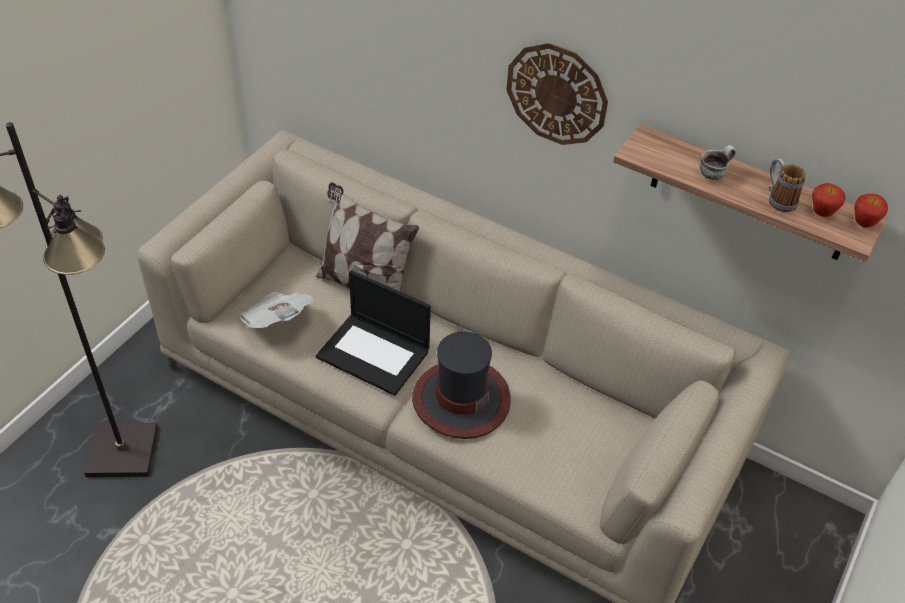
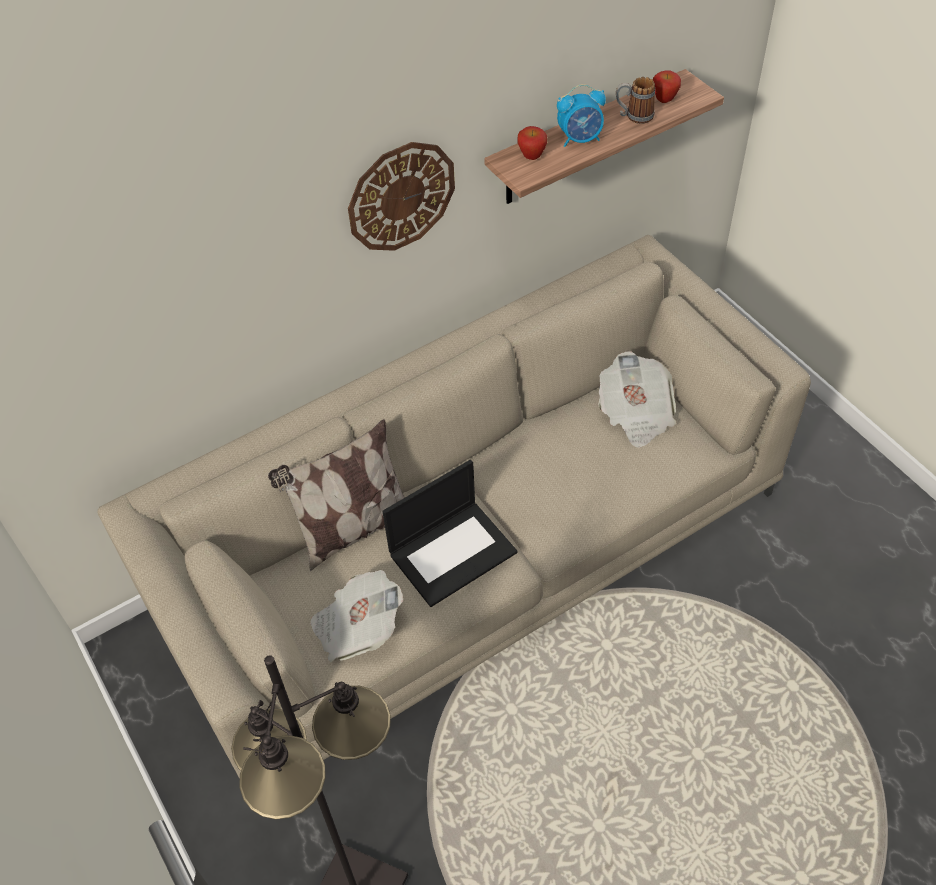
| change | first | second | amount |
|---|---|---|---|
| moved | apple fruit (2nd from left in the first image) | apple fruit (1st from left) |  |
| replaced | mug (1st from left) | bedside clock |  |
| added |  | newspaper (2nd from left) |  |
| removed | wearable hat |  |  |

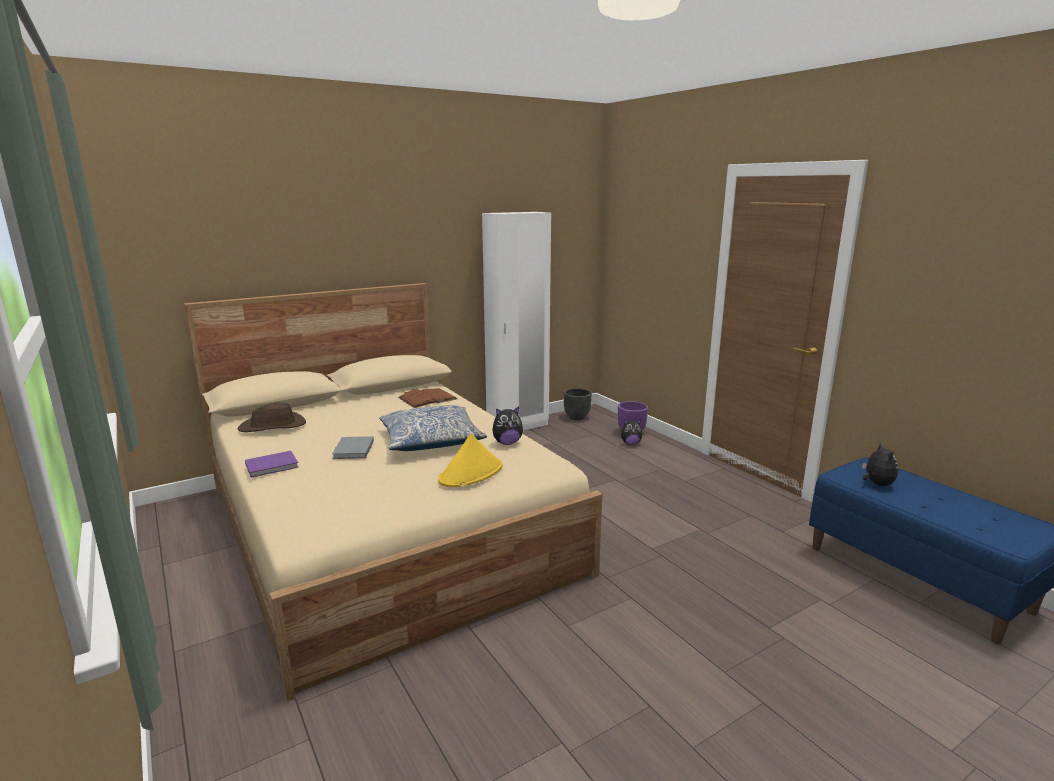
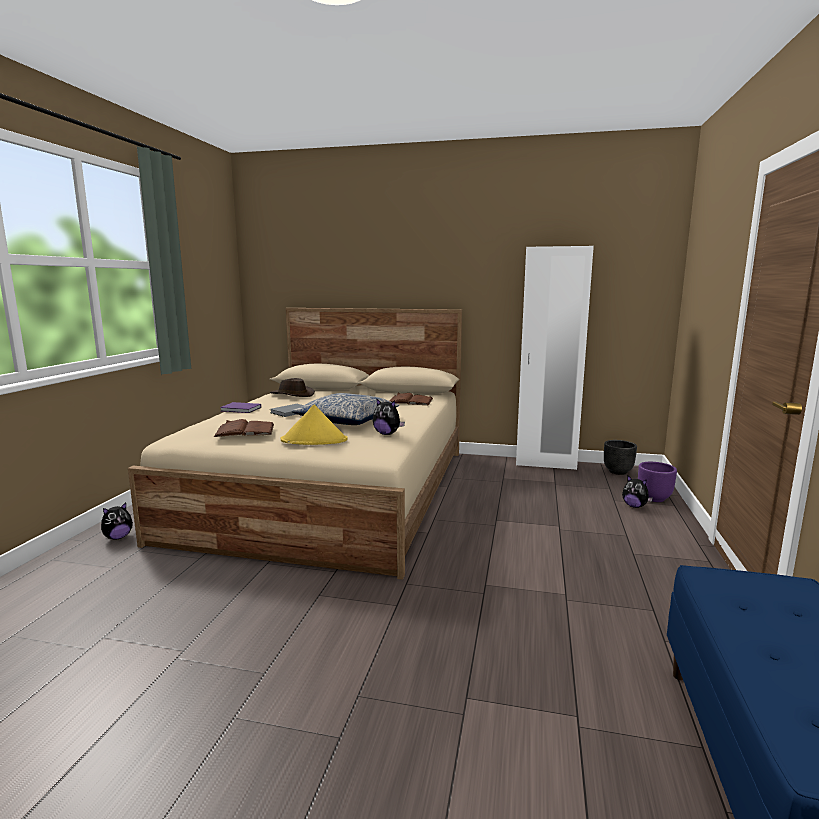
| change | first | second | amount |
|---|---|---|---|
| moved | cuddly toy (3rd from left in the first image) | cuddly toy (1st from left) |  |
| added |  | volume (brownish) (1st from left) |  |

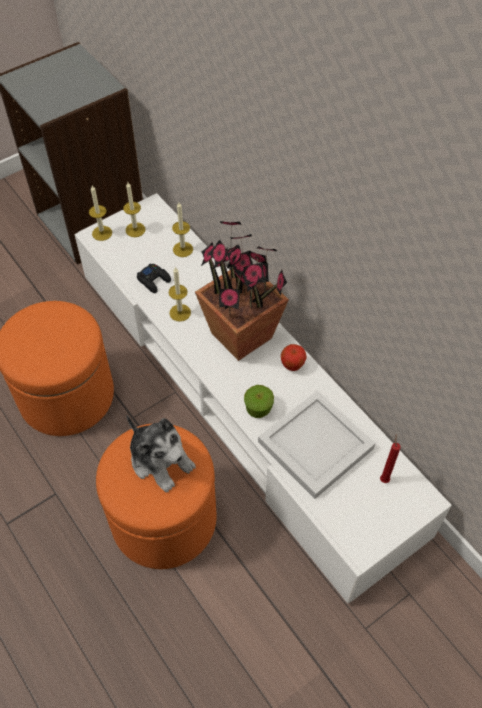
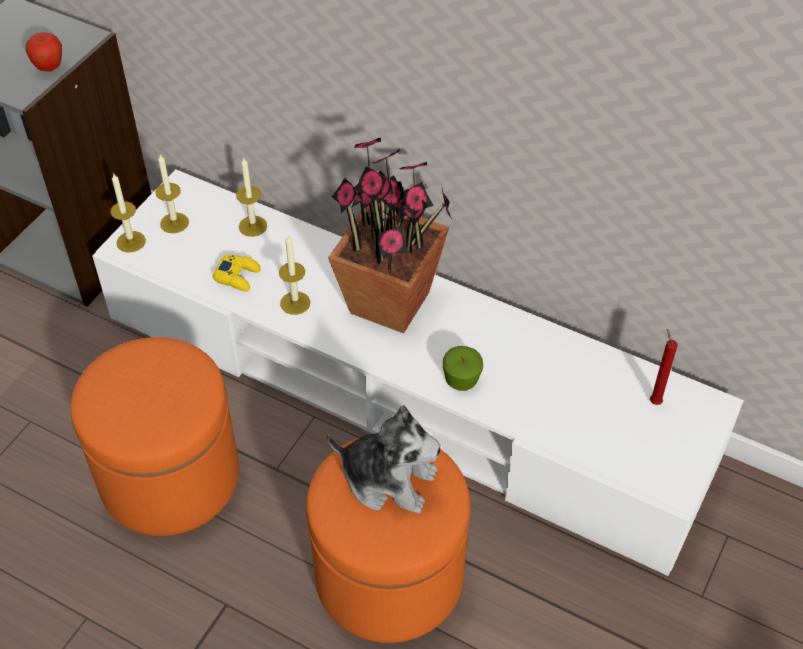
| change | first | second | amount |
|---|---|---|---|
| moved | apple fruit (2nd from left in the first image) | apple fruit (1st from left) |  |
| recoloured | game controller (black-coloured) | game controller (yellow) |  |
| removed | serving tray (white) |  |  |

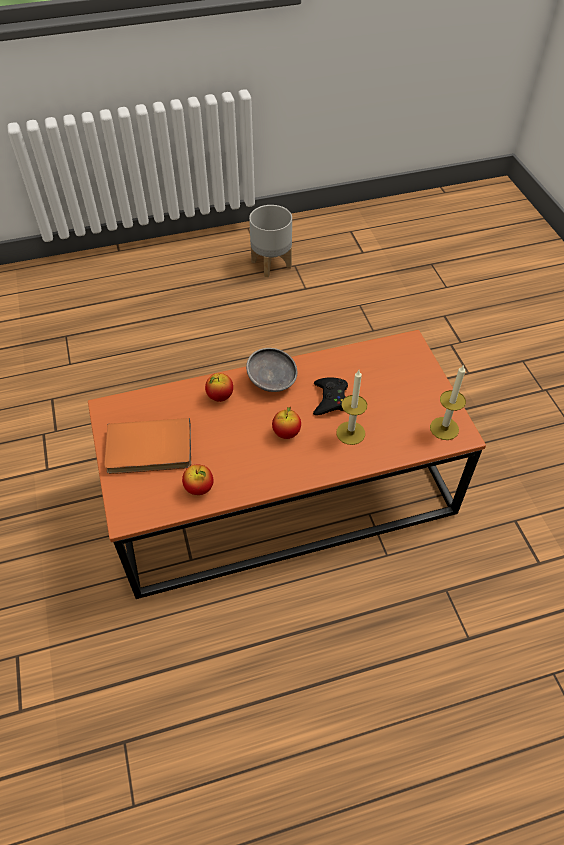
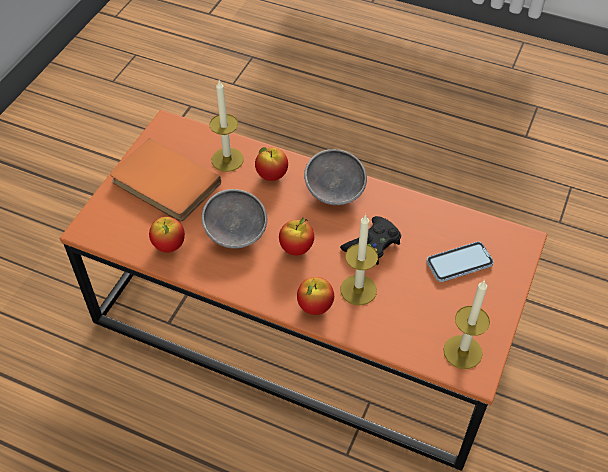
| change | first | second | amount |
|---|---|---|---|
| added |  | deep dish (grey) (1st from left) |  |
| added |  | wax candle (1st from left) |  |
| added |  | apple fruit (4th from left) |  |
| added |  | telephone |  |
| removed | planter (grey) |  |  |

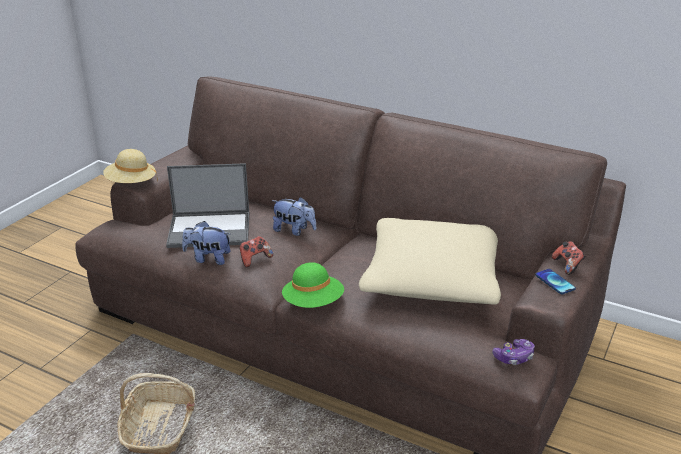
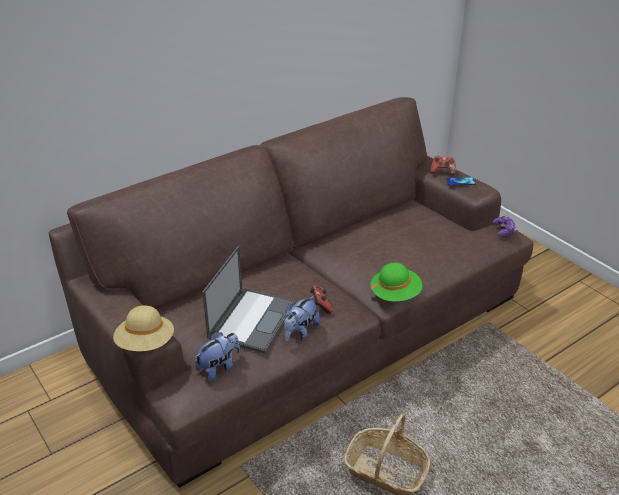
| change | first | second | amount |
|---|---|---|---|
| moved | cuddly toy (2nd from left in the first image) | cuddly toy (1st from left) |  |
| removed | cushion (beige) |  |  |

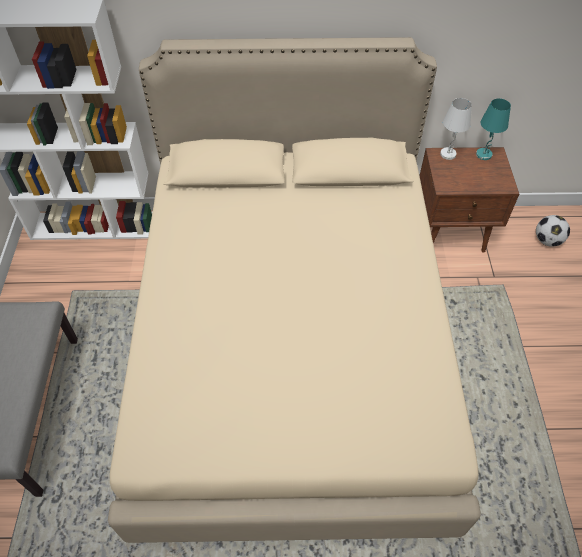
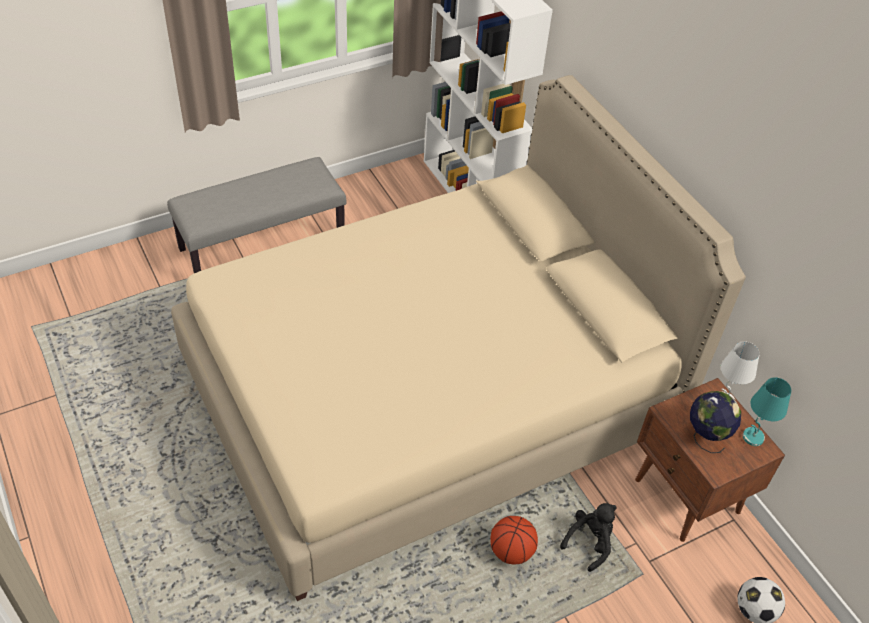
| change | first | second | amount |
|---|---|---|---|
| added |  | basketball |  |
| added |  | cuddly toy (black-coloured) |  |
| added |  | world globe |  |

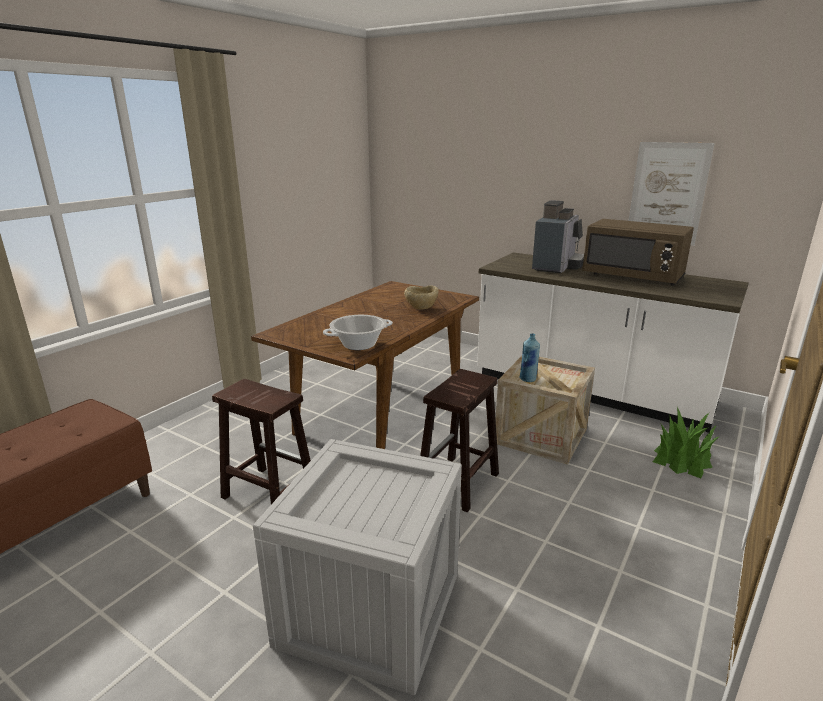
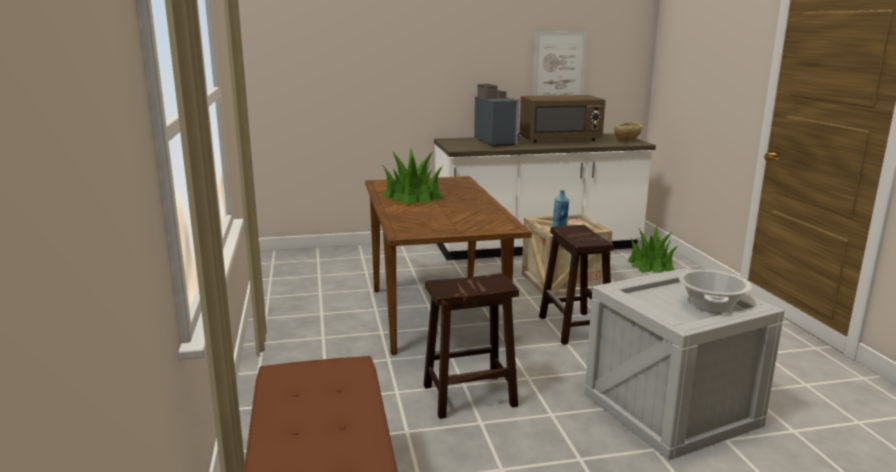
| change | first | second | amount |
|---|---|---|---|
| added |  | potted plant (1st from left) |  |
| moved | deep dish (beige) |  |  |
| moved | saucepot |  |  |

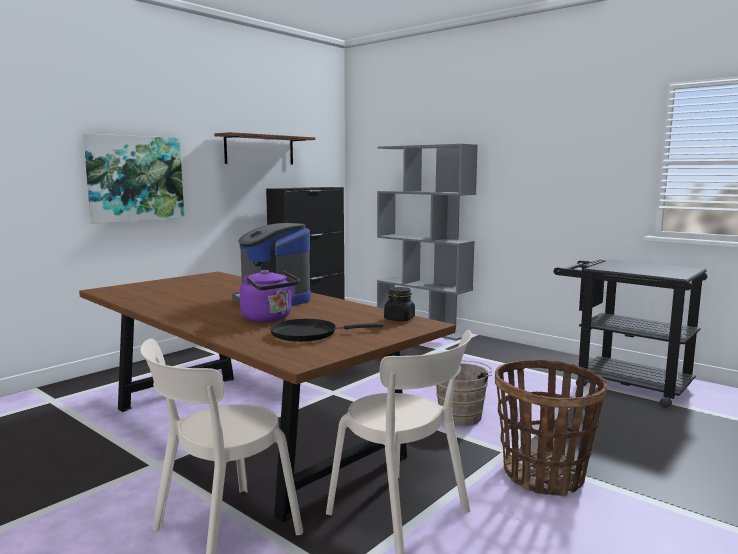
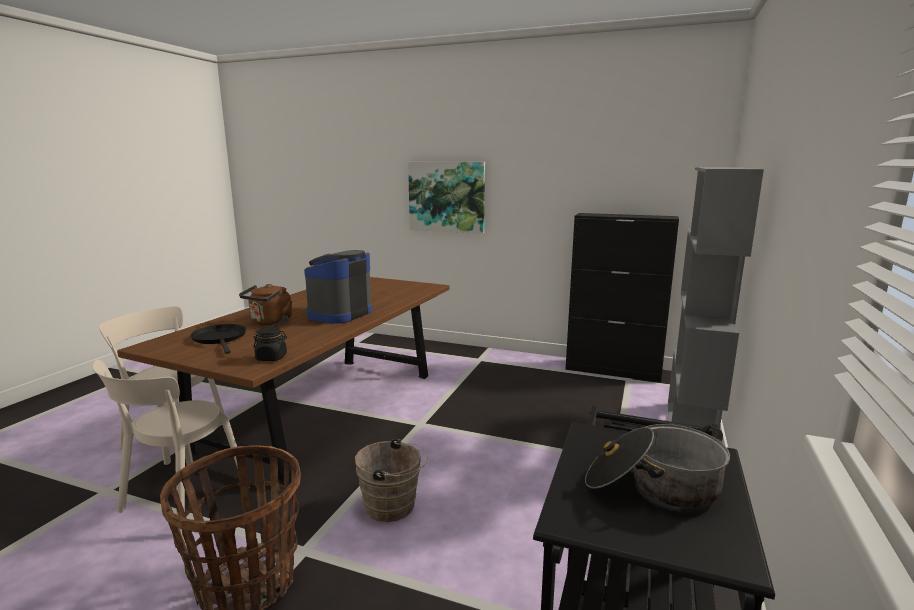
| change | first | second | amount |
|---|---|---|---|
| recoloured | water kettle (purplish) | water kettle (brownish) |  |
| added |  | saucepot |  |
| removed | bracket shelf (brownish) |  |  |

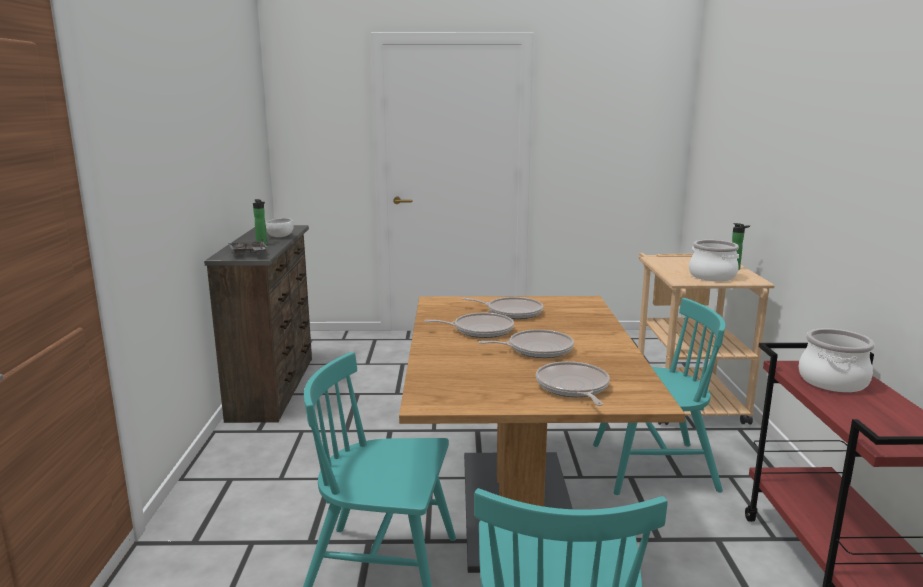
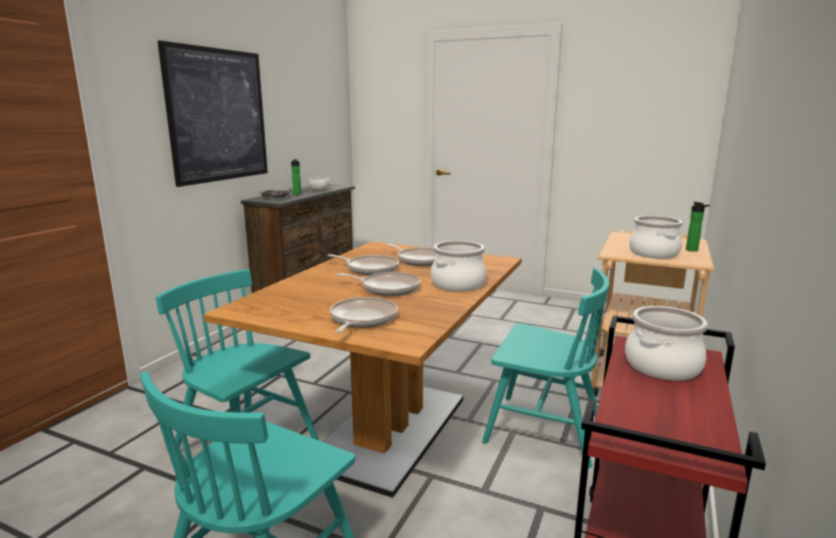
| change | first | second | amount |
|---|---|---|---|
| added |  | wall art |  |
| added |  | saucepot (1st from left) |  |

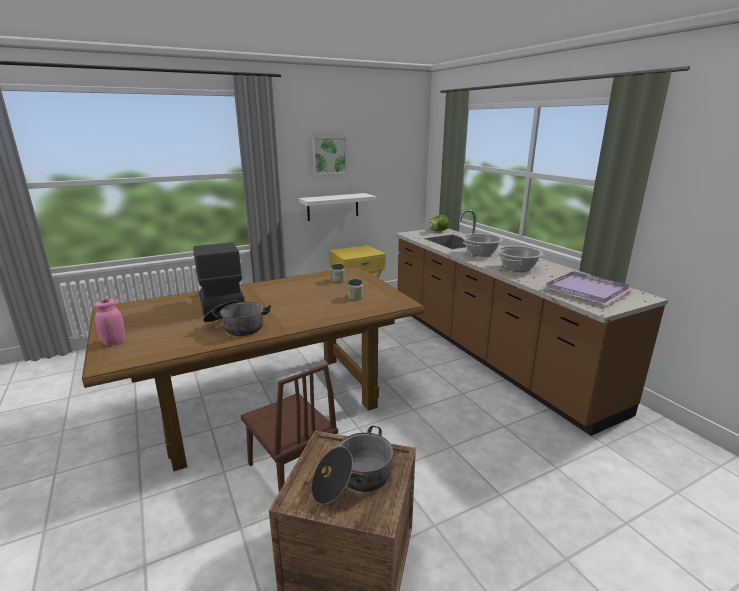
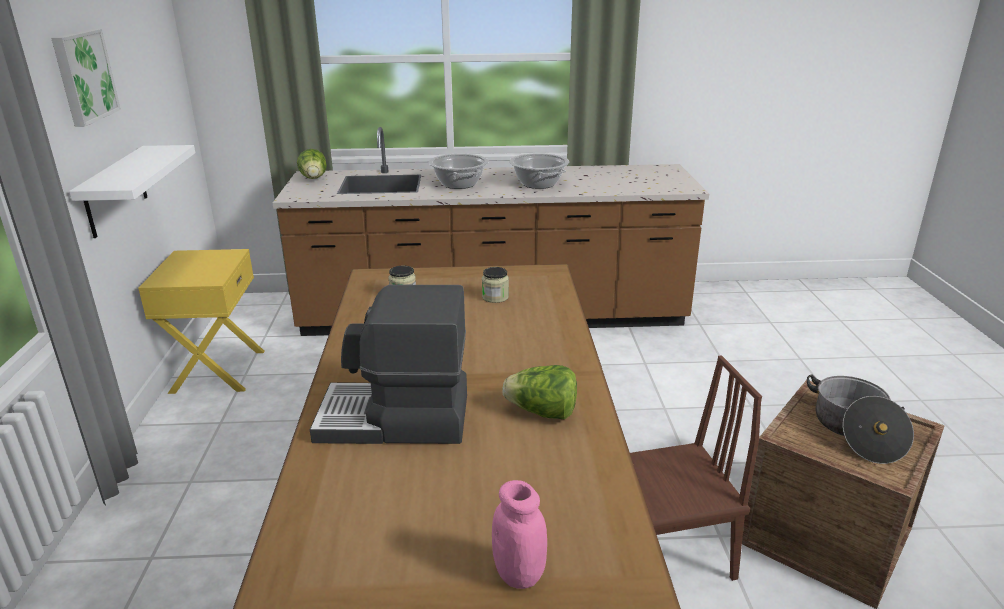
| change | first | second | amount |
|---|---|---|---|
| replaced | saucepot (1st from left) | lettuce (2nd from left) |  |
| removed | serving tray (purplish) |  |  |

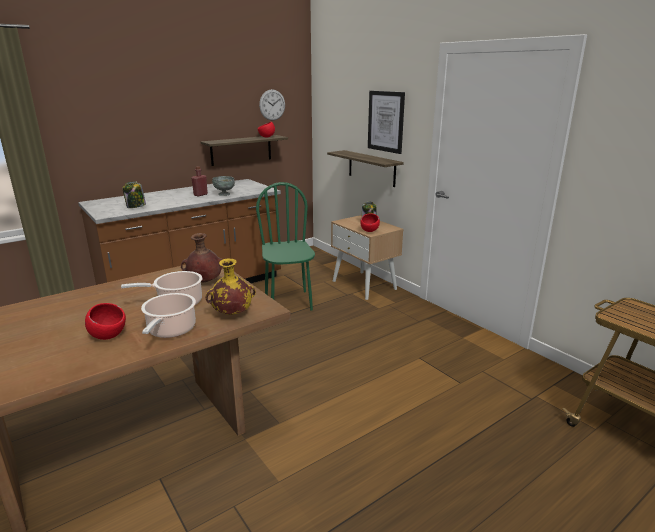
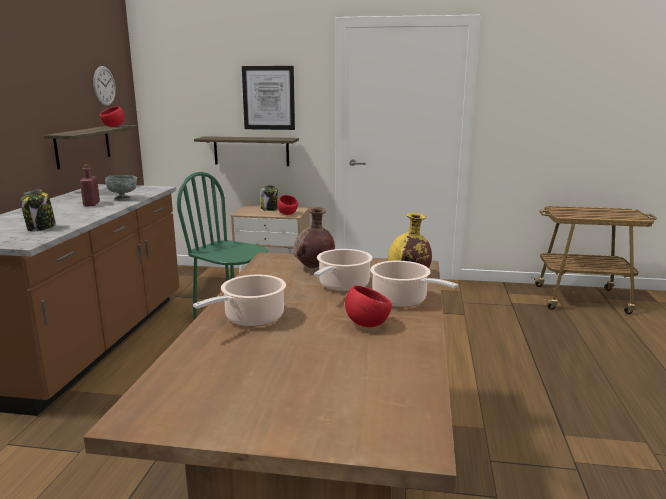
| change | first | second | amount |
|---|---|---|---|
| added |  | saucepot (1st from left) |  |

